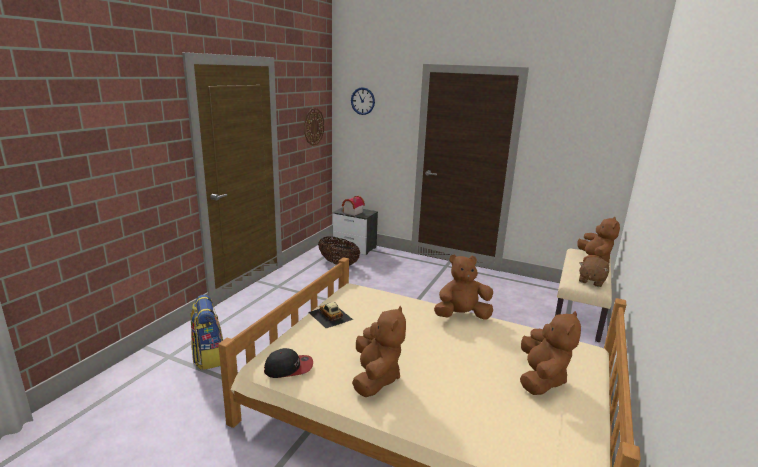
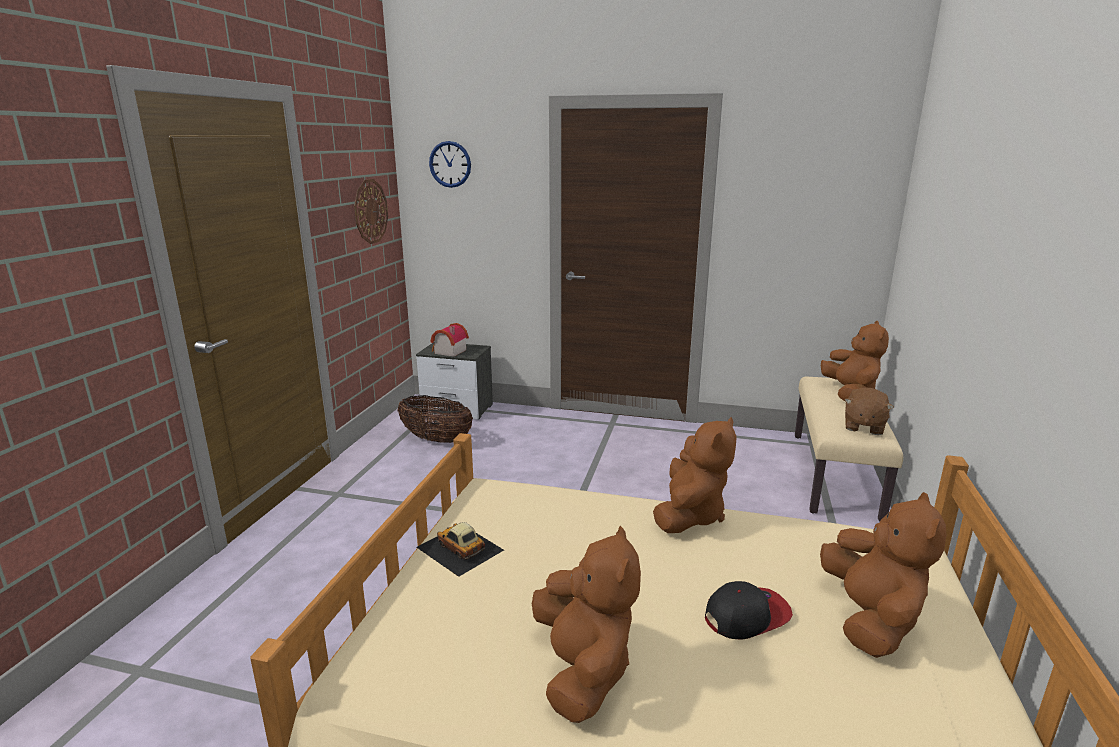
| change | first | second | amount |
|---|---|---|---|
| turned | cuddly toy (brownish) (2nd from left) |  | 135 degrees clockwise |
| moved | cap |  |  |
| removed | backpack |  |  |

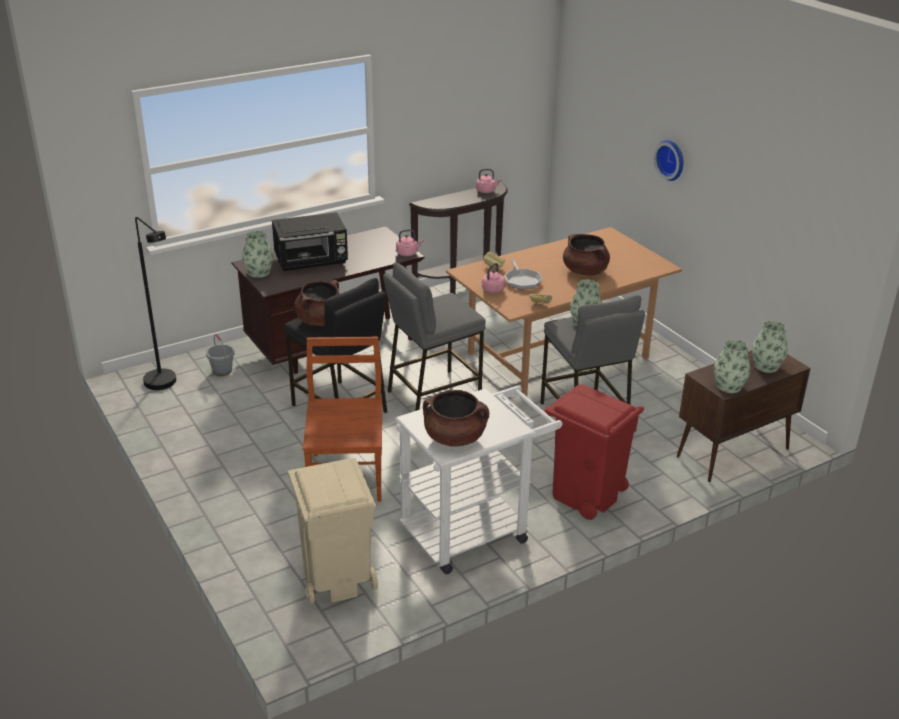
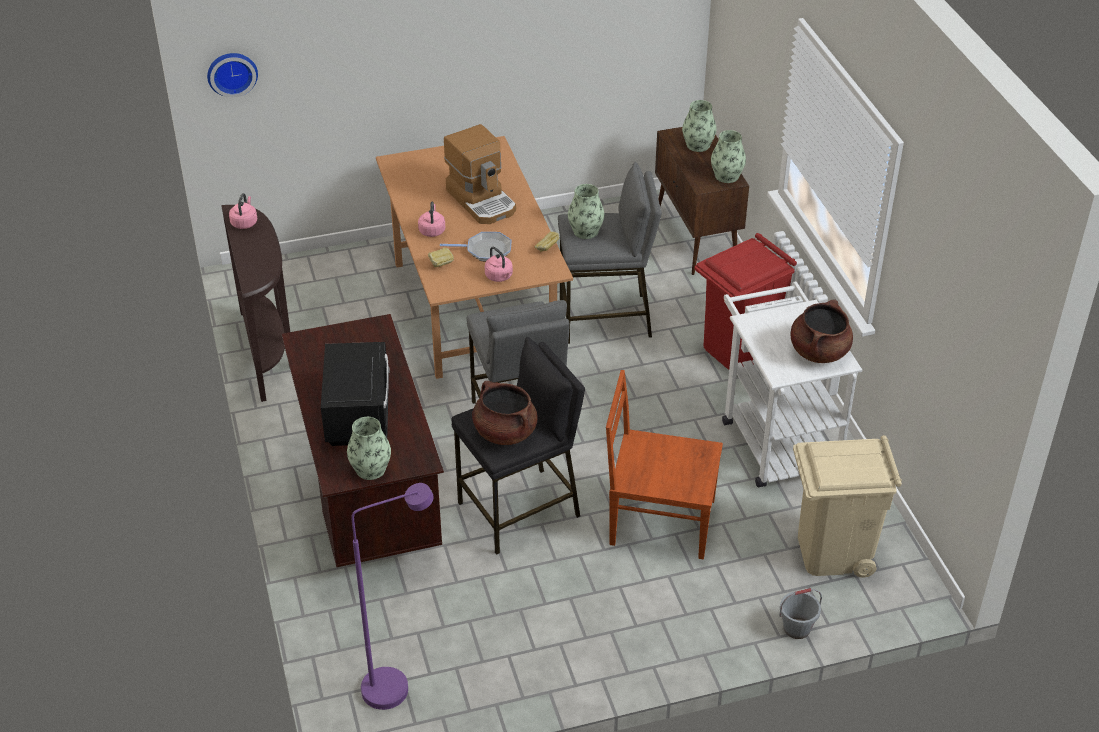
| change | first | second | amount |
|---|---|---|---|
| moved | wall clock |  |  |
| recoloured | standing lamp (black-coloured) | standing lamp (purplish) |  |
| moved | water kettle (pink) (1st from left in the first image) | water kettle (pink) (2nd from left) |  |
| replaced | saucepot (brownish) (3rd from left) | coffee machine |  |
| moved | bucket (grey) |  |  |

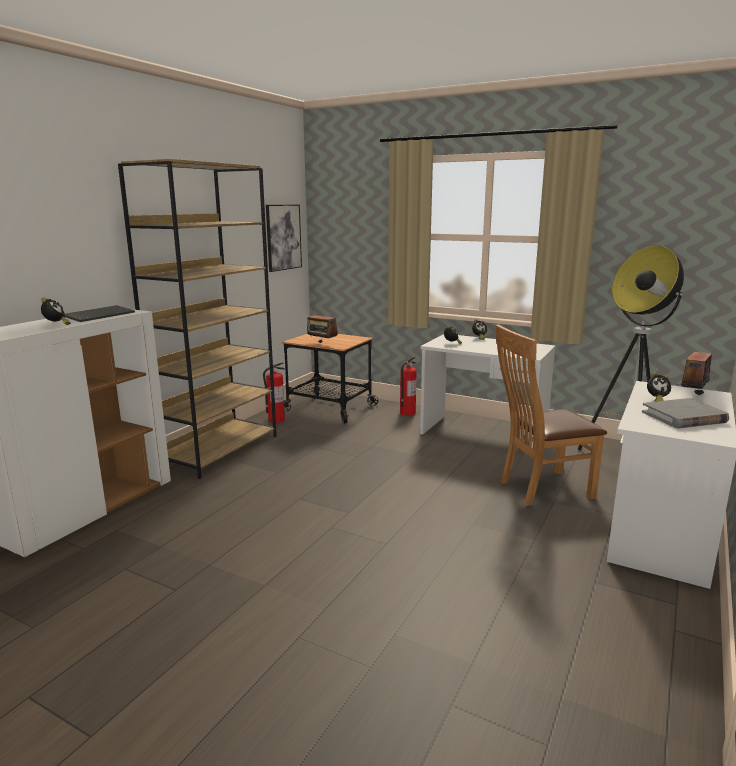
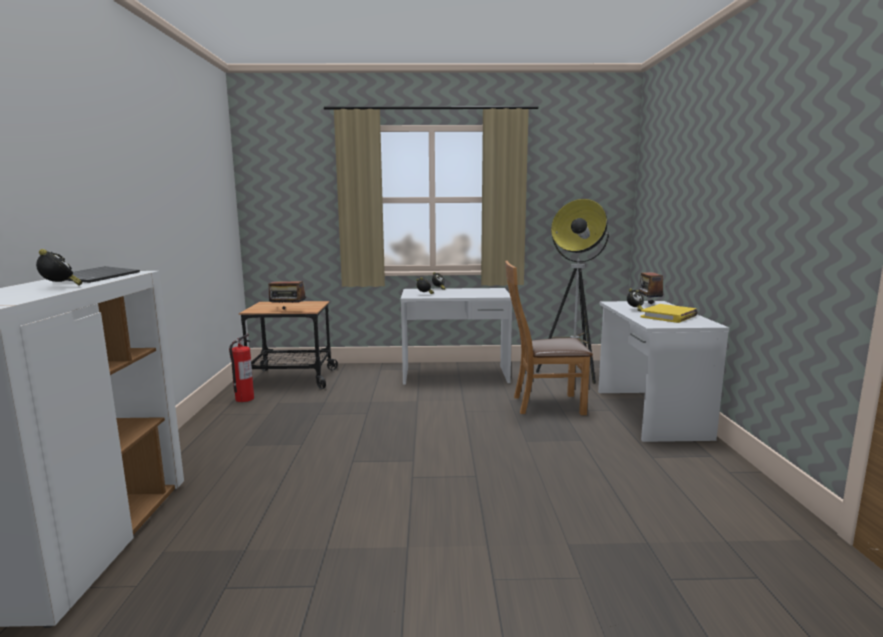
| change | first | second | amount |
|---|---|---|---|
| turned | plain chair (brownish) |  | 45 degrees clockwise |
| recoloured | volume (grey) | volume (yellow) |  |
| removed | shelving unit (brownish) |  |  |
| removed | wall art |  |  |
| removed | fire-fighting cylinder (2nd from left) |  |  |

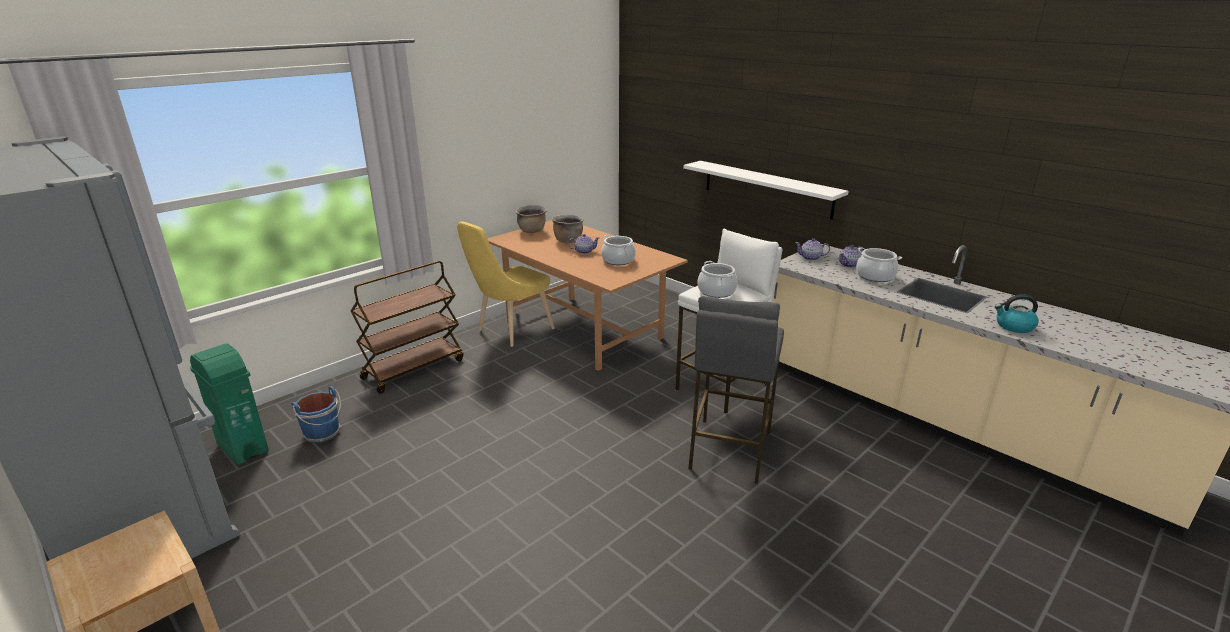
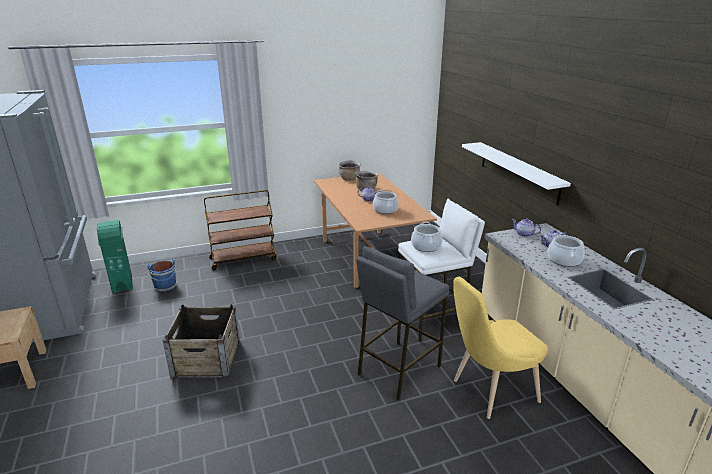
| change | first | second | amount |
|---|---|---|---|
| added |  | shipping crate |  |
| moved | plain chair (yellow) |  |  |
| removed | water kettle |  |  |

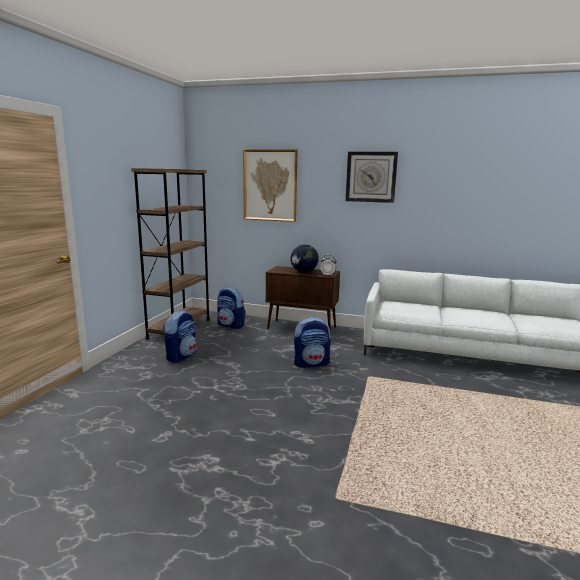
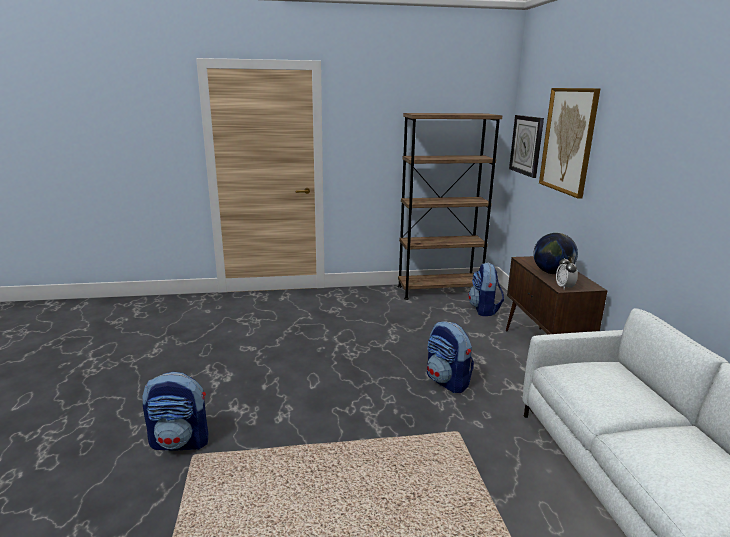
| change | first | second | amount |
|---|---|---|---|
| moved | backpack (1st from left) |  |  |
| moved | wall clock |  |  |

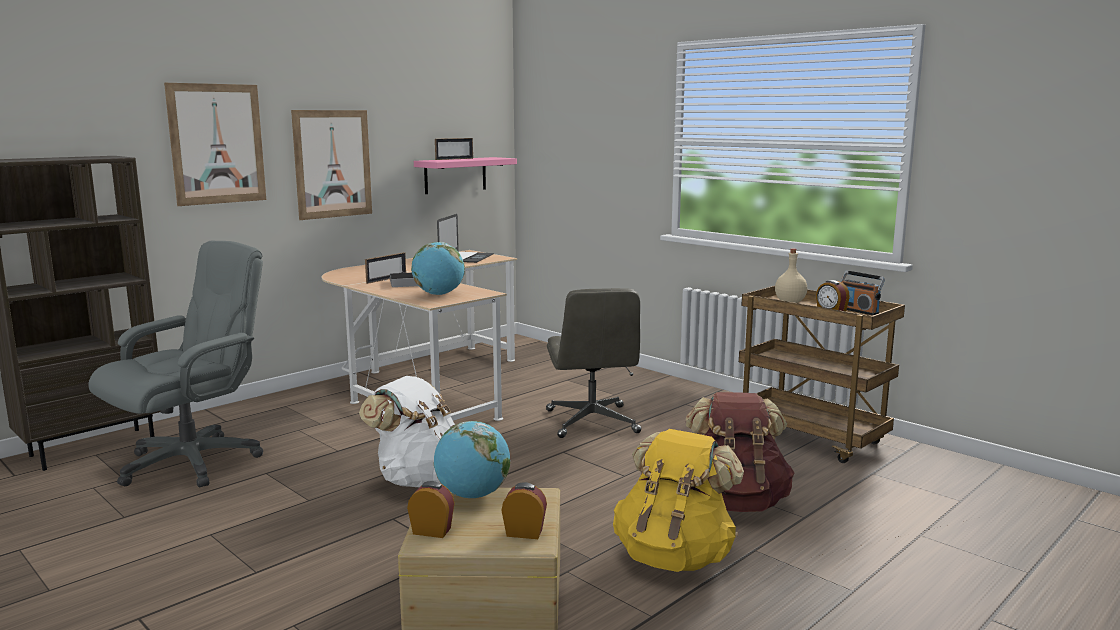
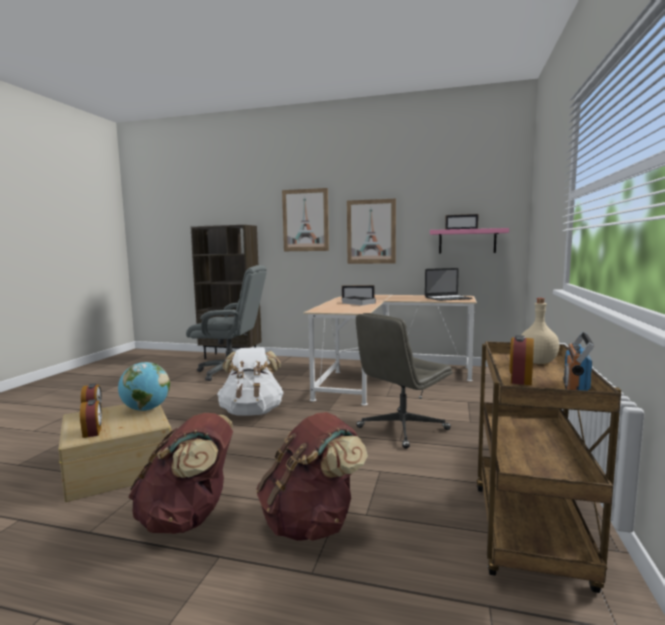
| change | first | second | amount |
|---|---|---|---|
| recoloured | backpack (yellow) | backpack (brownish) (1st from left) |  |
| removed | world globe (1st from left) |  |  |

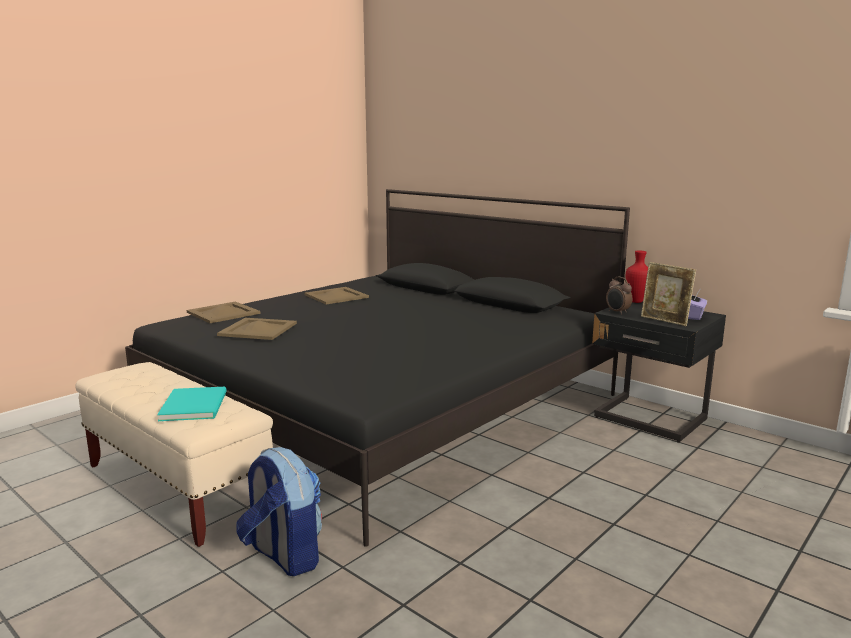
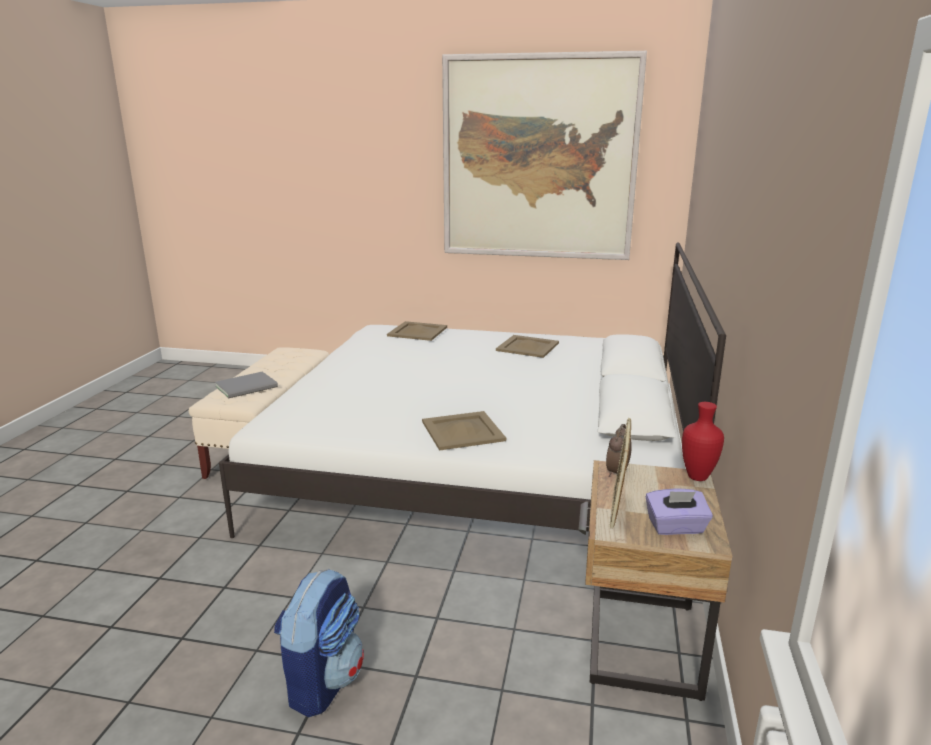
| change | first | second | amount |
|---|---|---|---|
| recoloured | volume (turquoise) | volume (grey) |  |
| recoloured | bed (black-coloured) | bed (white) |  |
| moved | backpack |  |  |
| moved | serving tray (beige) (2nd from left) |  |  |
| added |  | wall art |  |
| recoloured | nightstand (black-coloured) | nightstand (beige) |  |

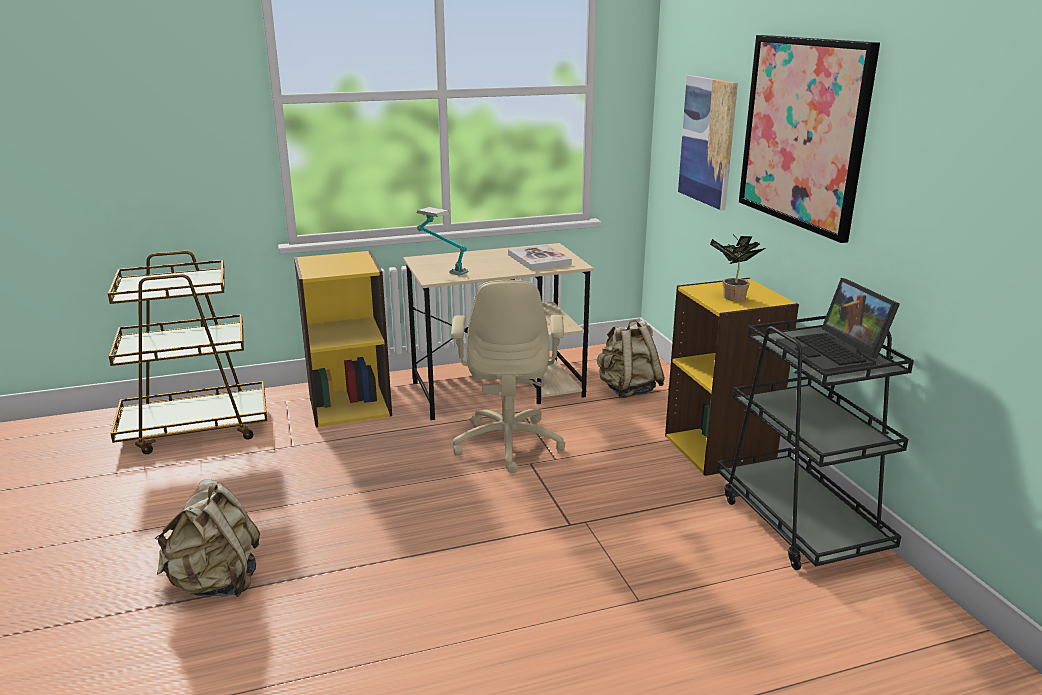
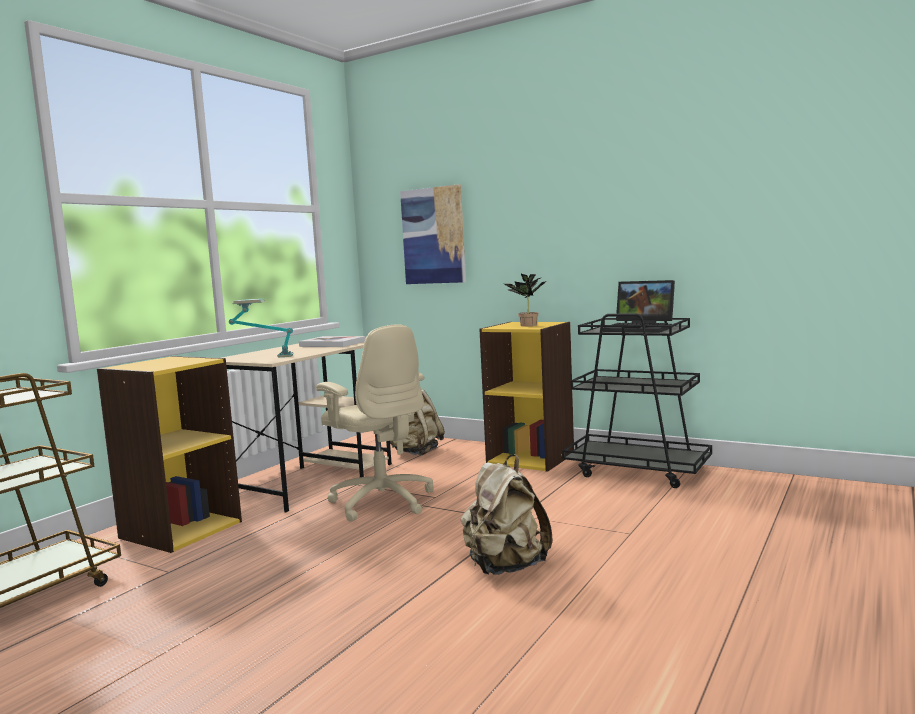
| change | first | second | amount |
|---|---|---|---|
| moved | backpack (beige) (1st from left in the first image) | backpack (beige) (2nd from left) |  |
| removed | wall art (2nd from left) |  |  |

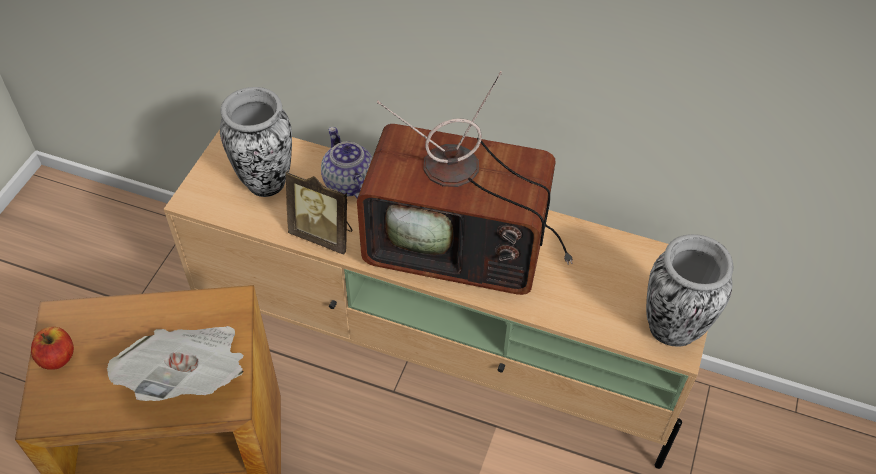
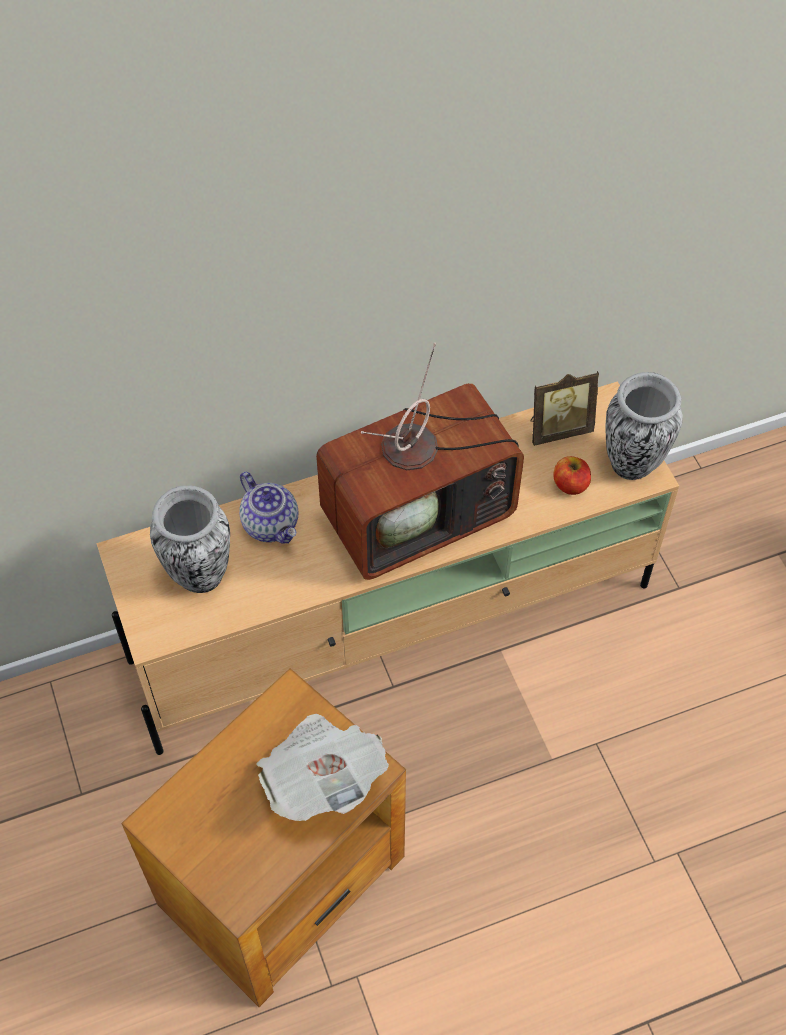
| change | first | second | amount |
|---|---|---|---|
| turned | pot for tea |  | 150 degrees counterclockwise |
| moved | picture frame |  |  |
| moved | apple fruit |  |  |

